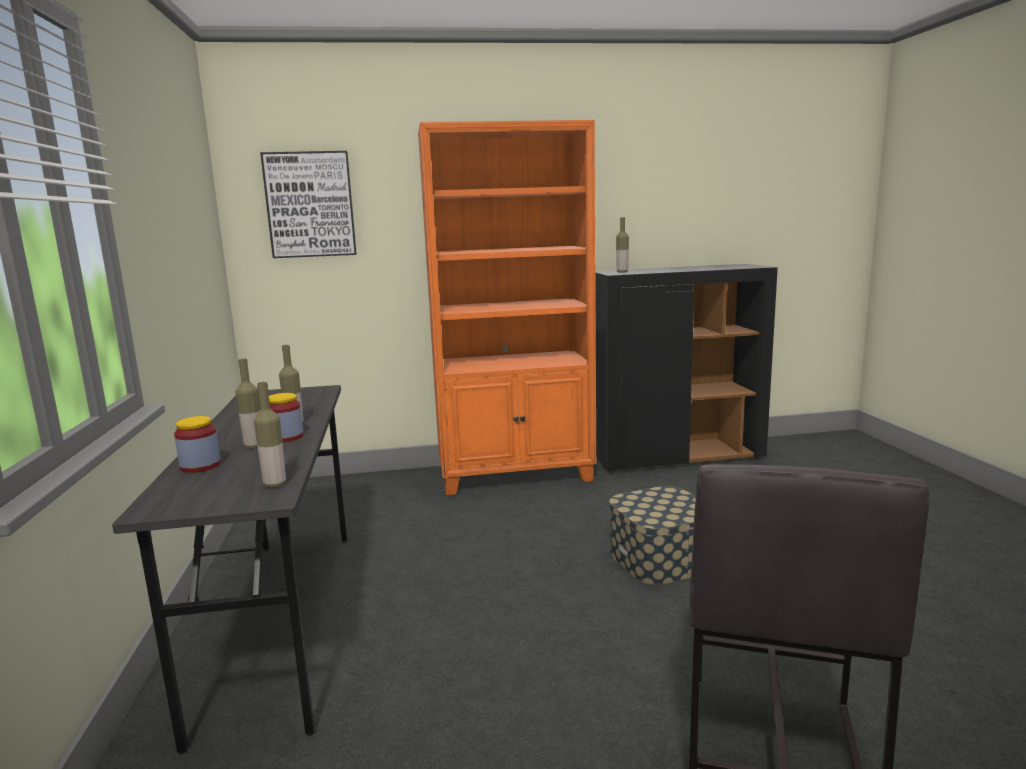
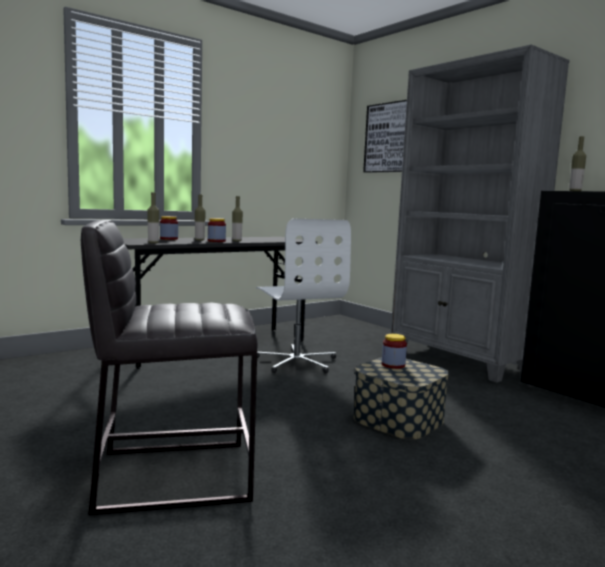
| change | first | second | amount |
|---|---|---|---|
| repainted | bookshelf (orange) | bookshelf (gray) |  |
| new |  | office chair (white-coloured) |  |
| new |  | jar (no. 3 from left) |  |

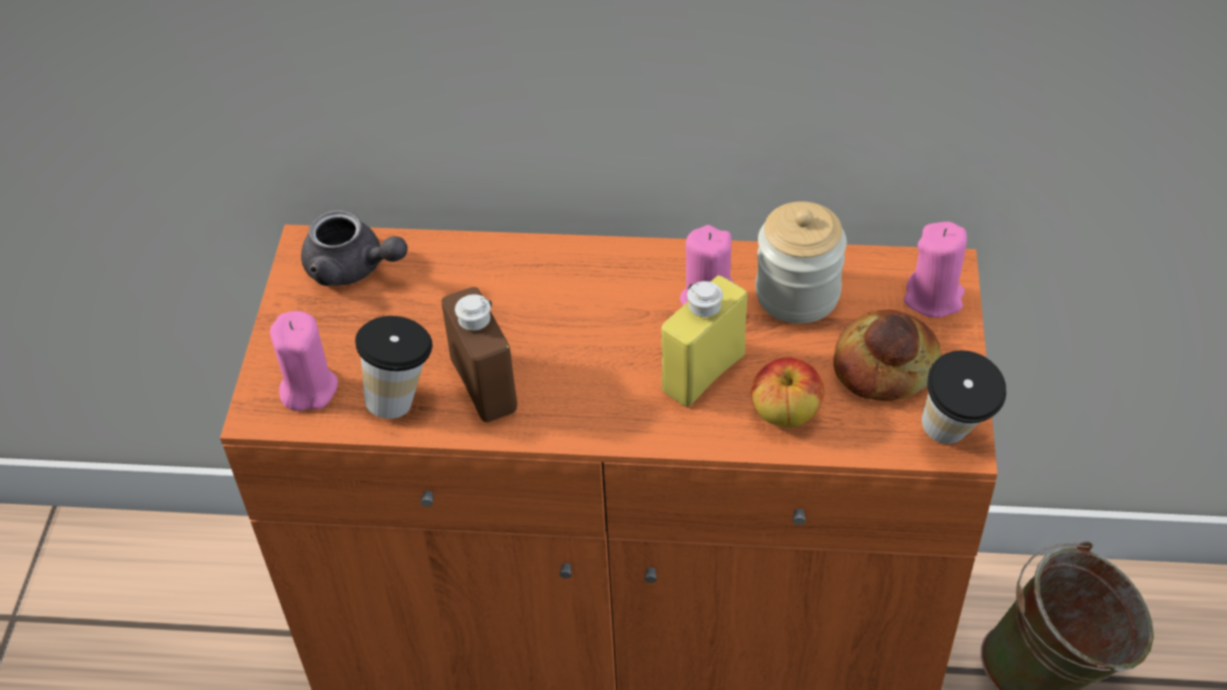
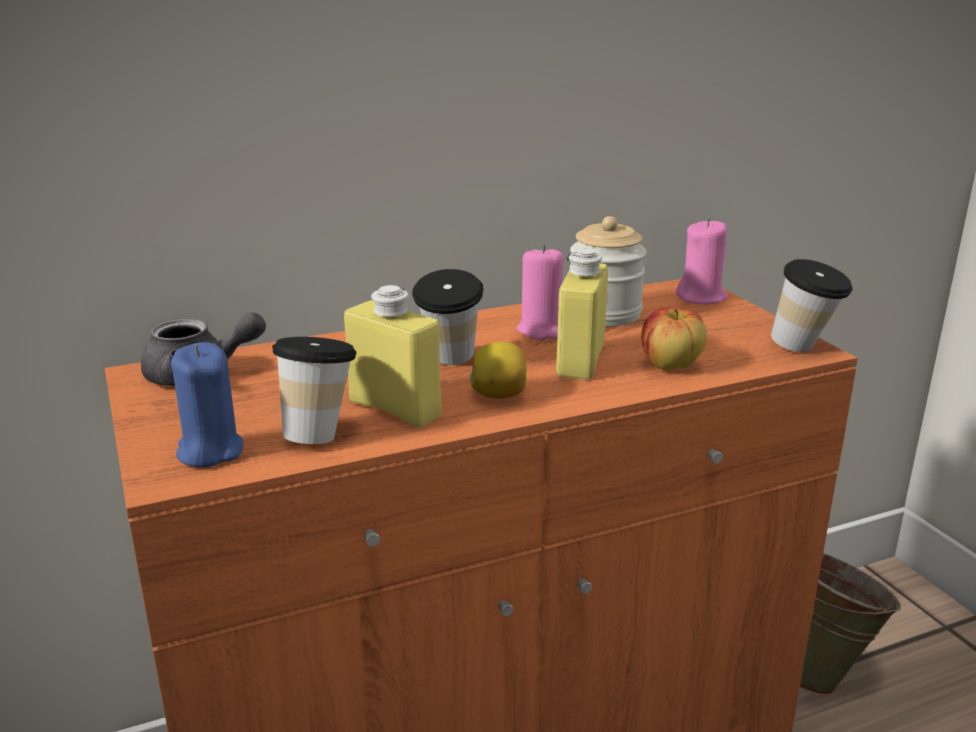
| change | first | second | amount |
|---|---|---|---|
| repainted | beverage bottle (brownish) | beverage bottle (yellow) (no. 1 from left) |  |
| gone | bakery bread |  |  |
| repainted | candle (pink-coloured) (no. 1 from left) | candle (blue) |  |
| new |  | cup (no. 2 from left) |  |
| new |  | whole lemon |  |

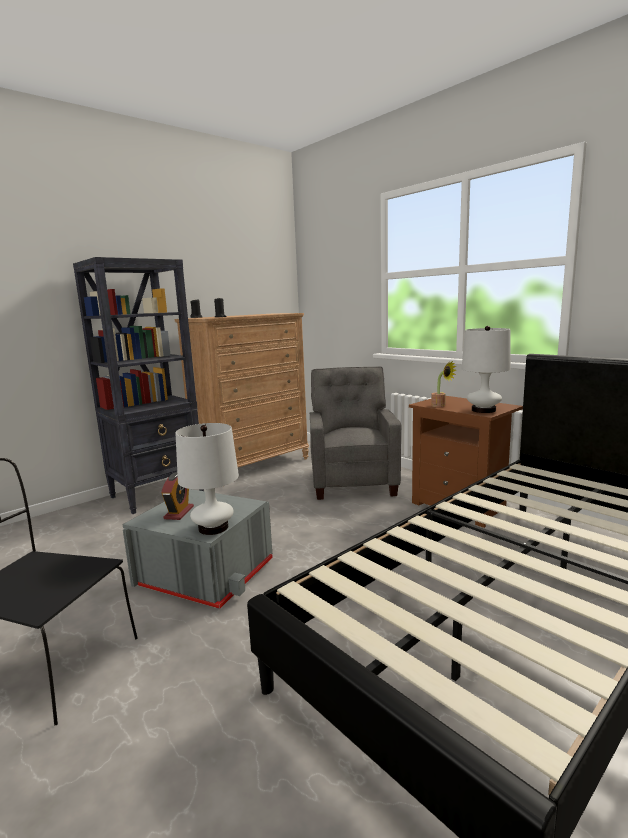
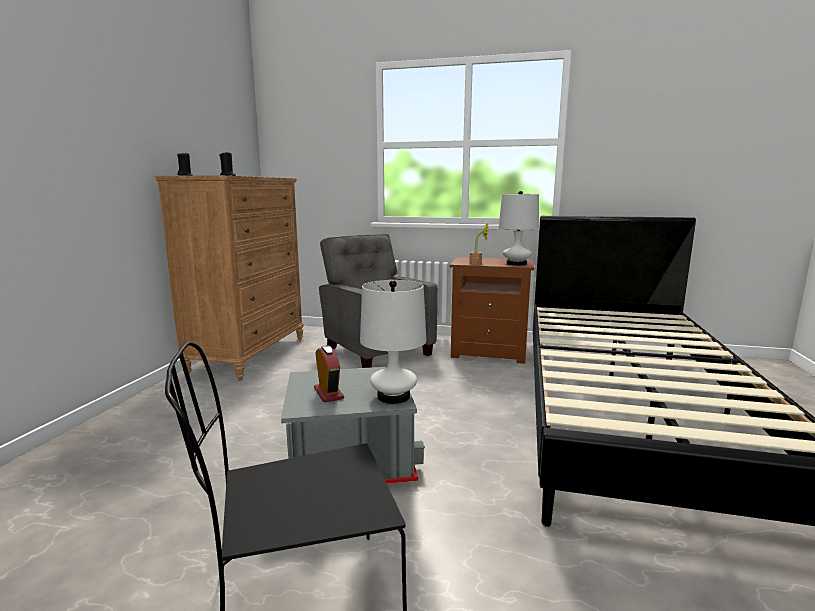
| change | first | second | amount |
|---|---|---|---|
| gone | bookshelf (black) |  |  |

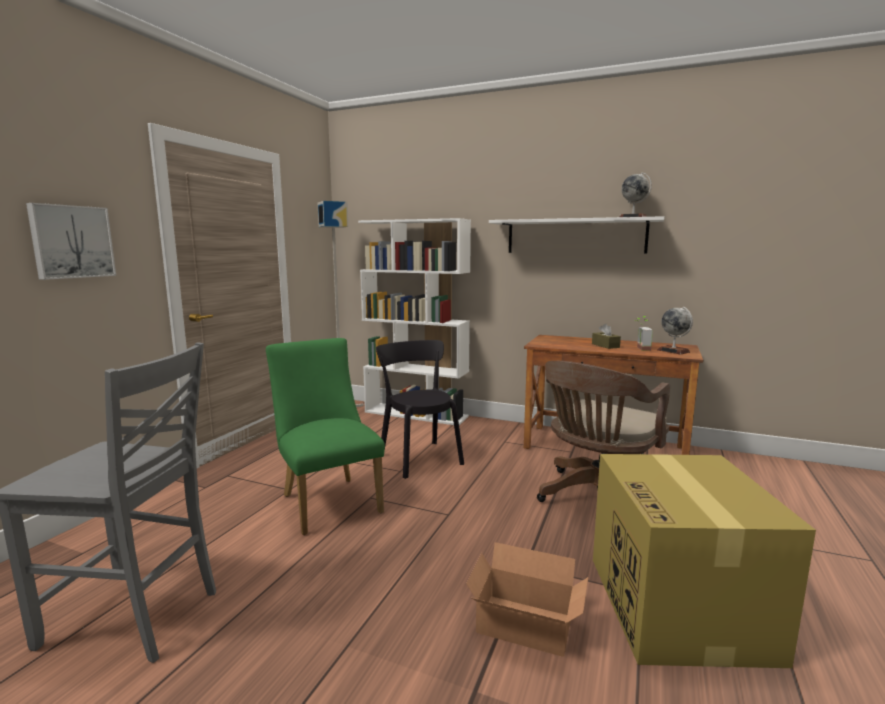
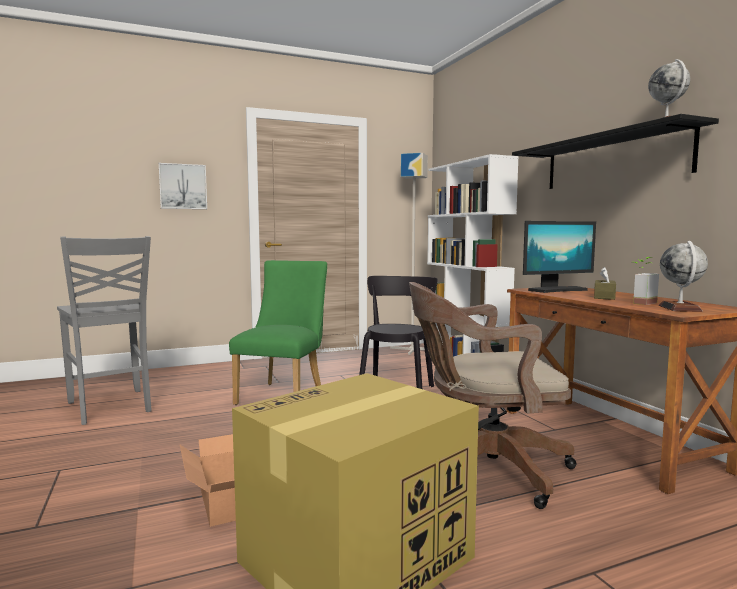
| change | first | second | amount |
|---|---|---|---|
| repainted | shelf (white-coloured) | shelf (black) |  |
| new |  | computer display |  |

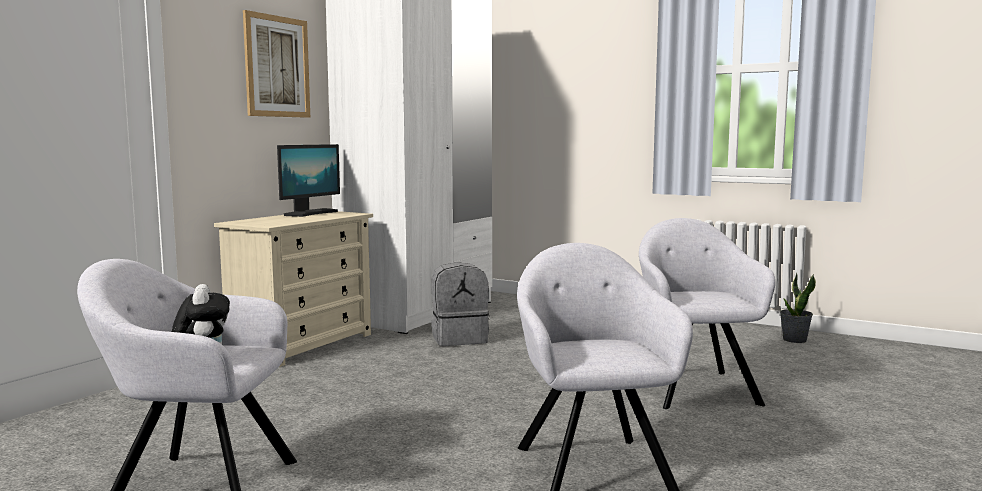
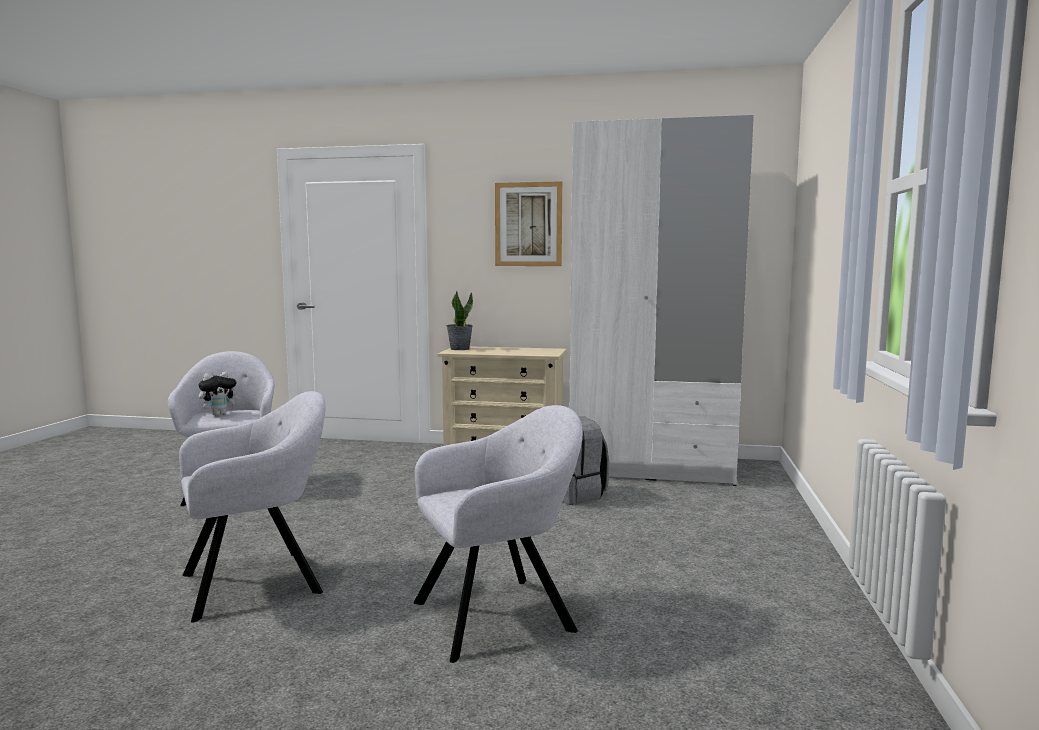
| change | first | second | amount |
|---|---|---|---|
| gone | computer display |  |  |
| shifted | potted plant |  |  |

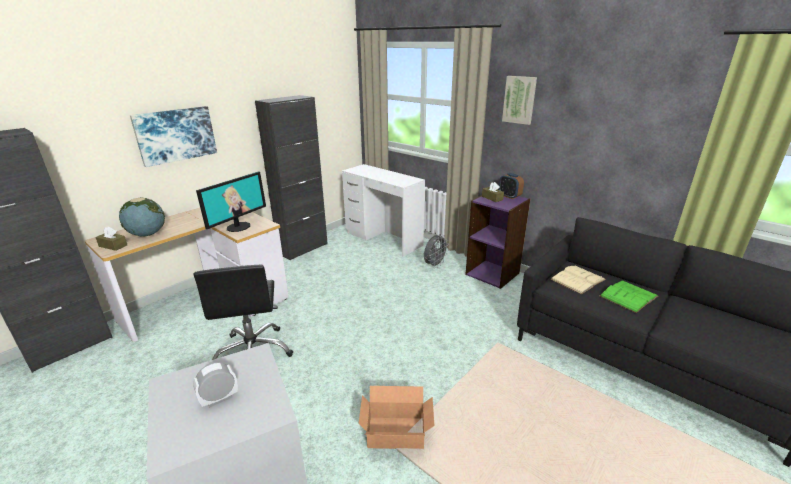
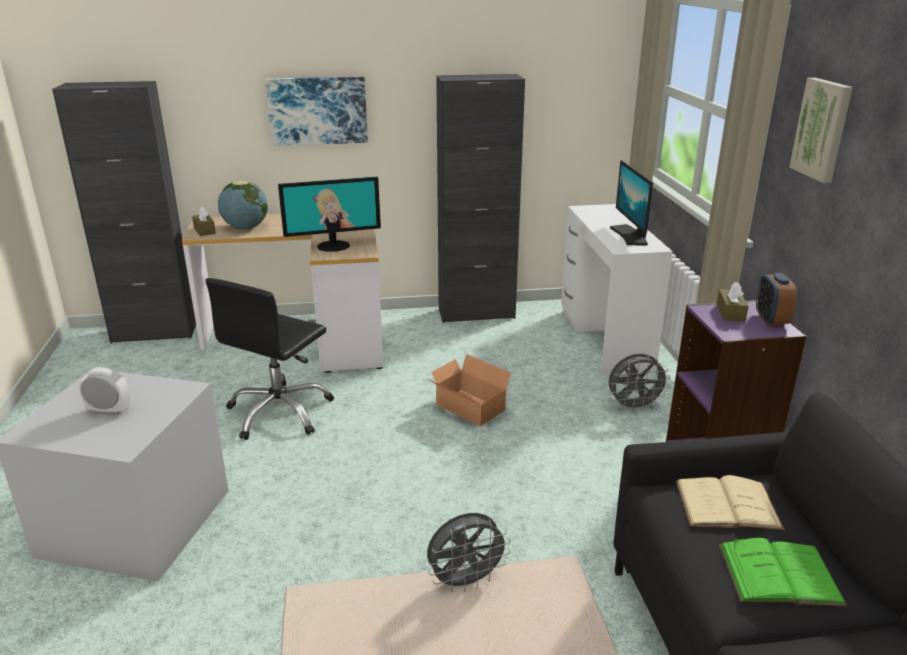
| change | first | second | amount |
|---|---|---|---|
| shifted | carton |  |  |
| new |  | computer display (no. 2 from left) |  |
| new |  | fan (gray) (no. 1 from left) |  |

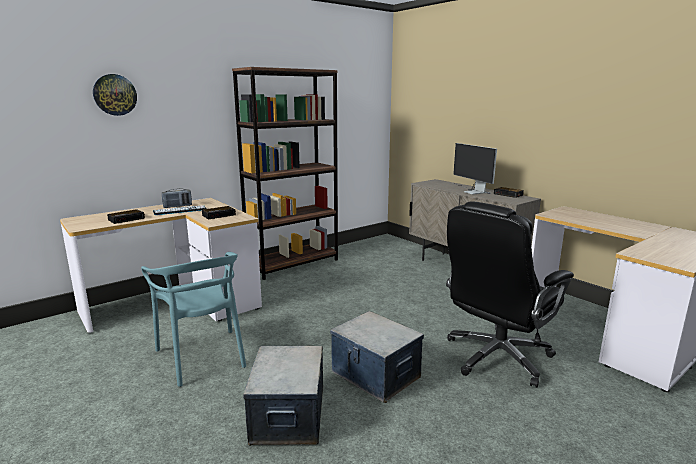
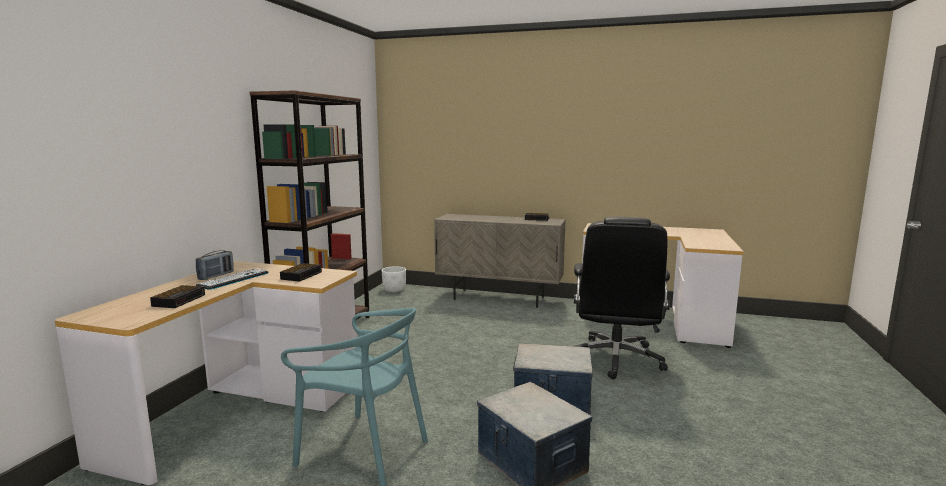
| change | first | second | amount |
|---|---|---|---|
| gone | clock on the wall |  |  |
| gone | computer display |  |  |
| new |  | planter (white-coloured) |  |

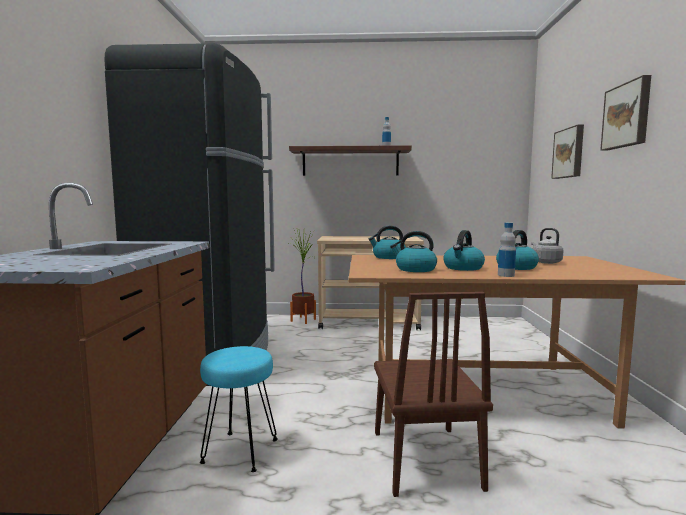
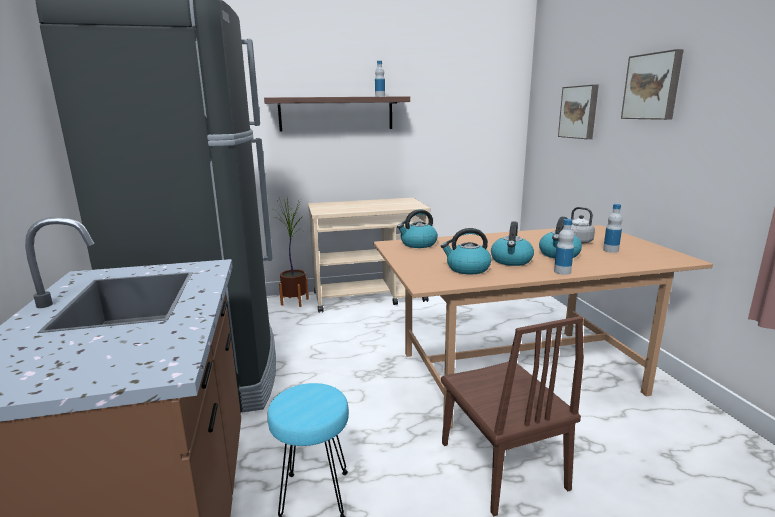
| change | first | second | amount |
|---|---|---|---|
| new |  | beverage bottle (no. 3 from left) |  |

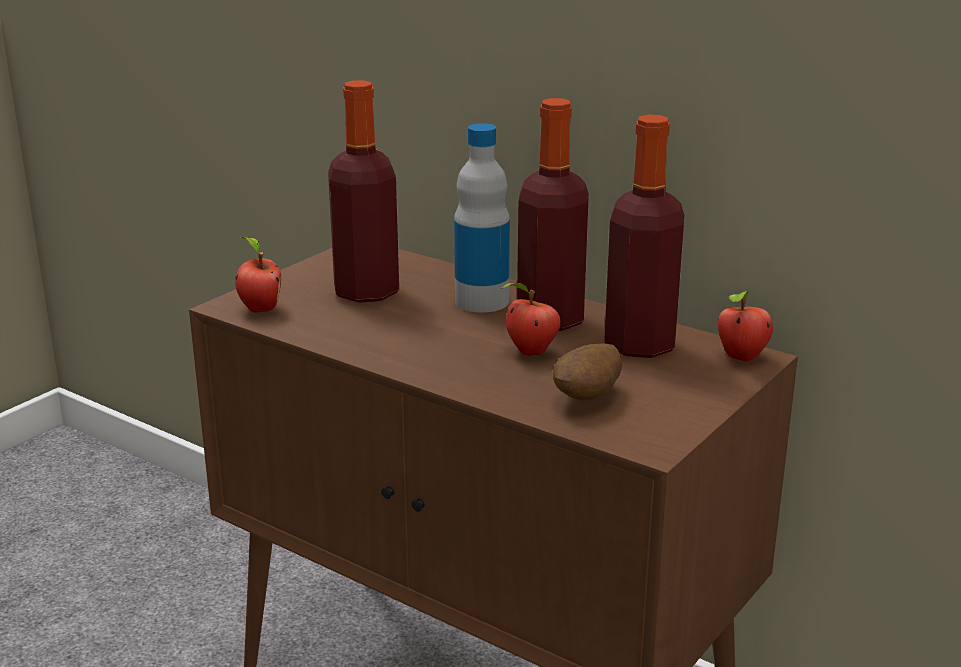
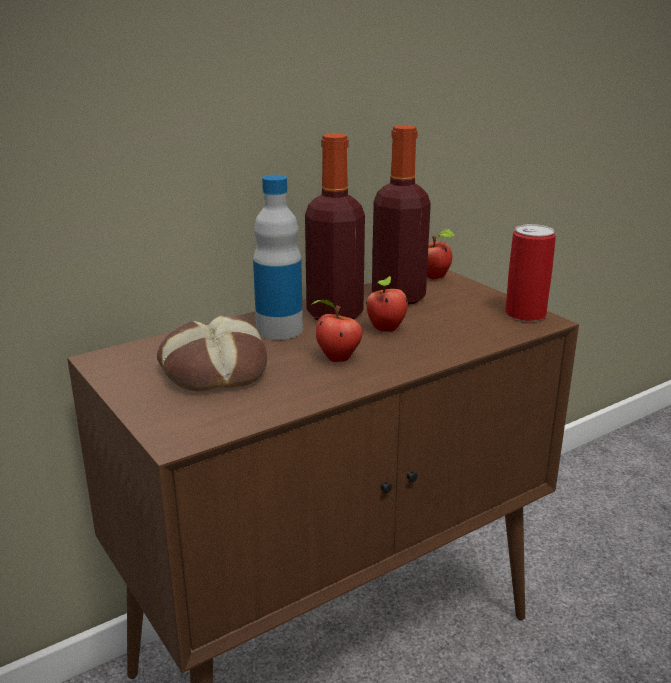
| change | first | second | amount |
|---|---|---|---|
| swapped | beverage bottle (no. 1 from left) | bakery bread |  |
| shifted | apple fruit (no. 1 from left) |  |  |
| gone | spud |  |  |
| new |  | metal can |  |

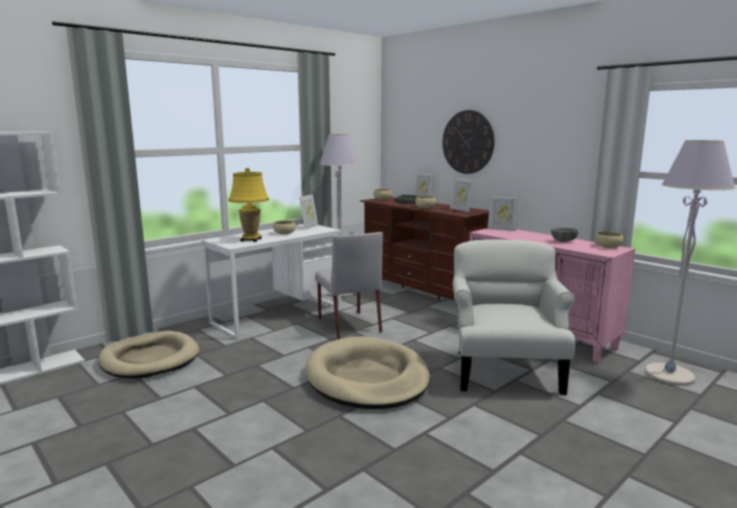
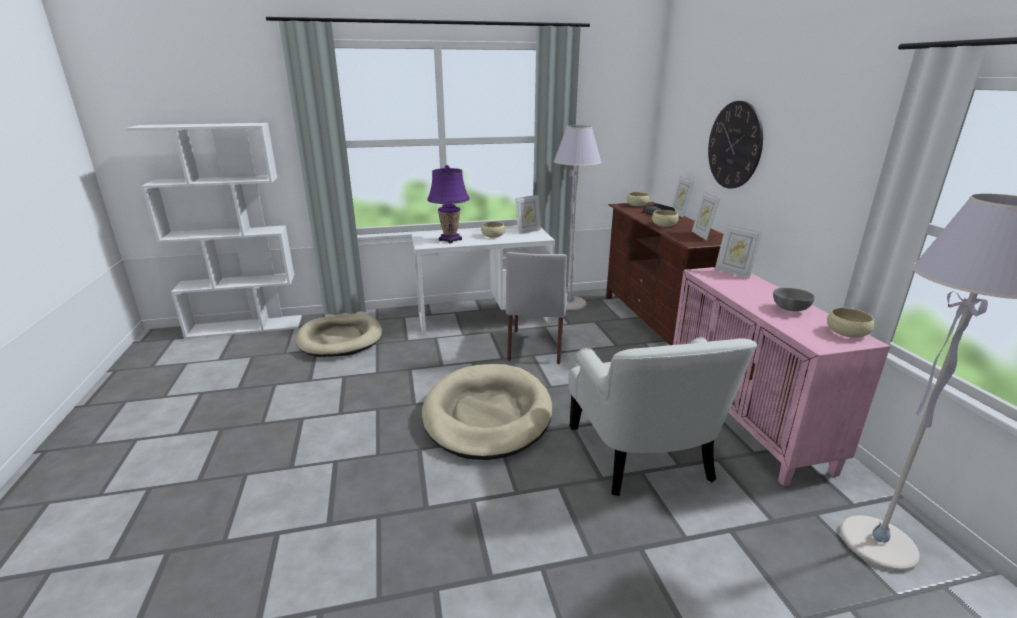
| change | first | second | amount |
|---|---|---|---|
| repainted | table lamp (yellow) | table lamp (purplish) |  |
| rotated | lounge chair (white-coloured) |  | 135 degrees clockwise |

